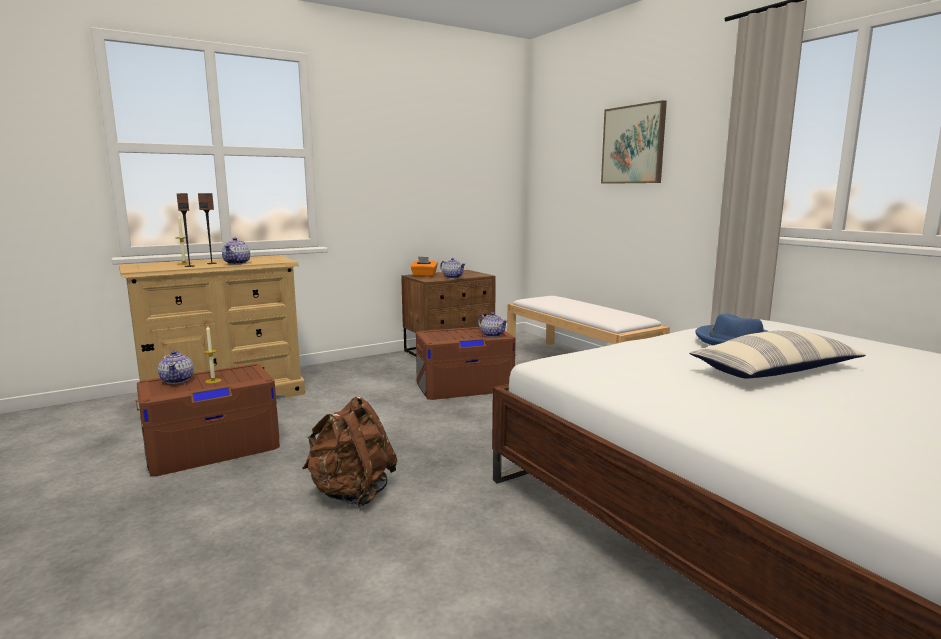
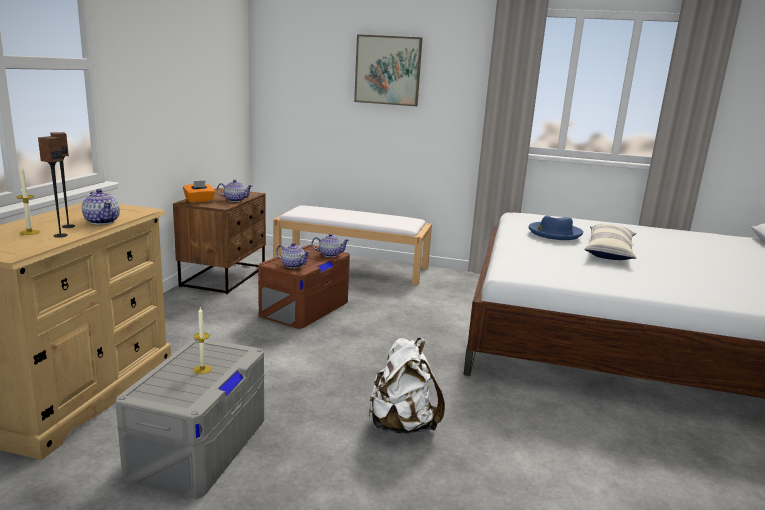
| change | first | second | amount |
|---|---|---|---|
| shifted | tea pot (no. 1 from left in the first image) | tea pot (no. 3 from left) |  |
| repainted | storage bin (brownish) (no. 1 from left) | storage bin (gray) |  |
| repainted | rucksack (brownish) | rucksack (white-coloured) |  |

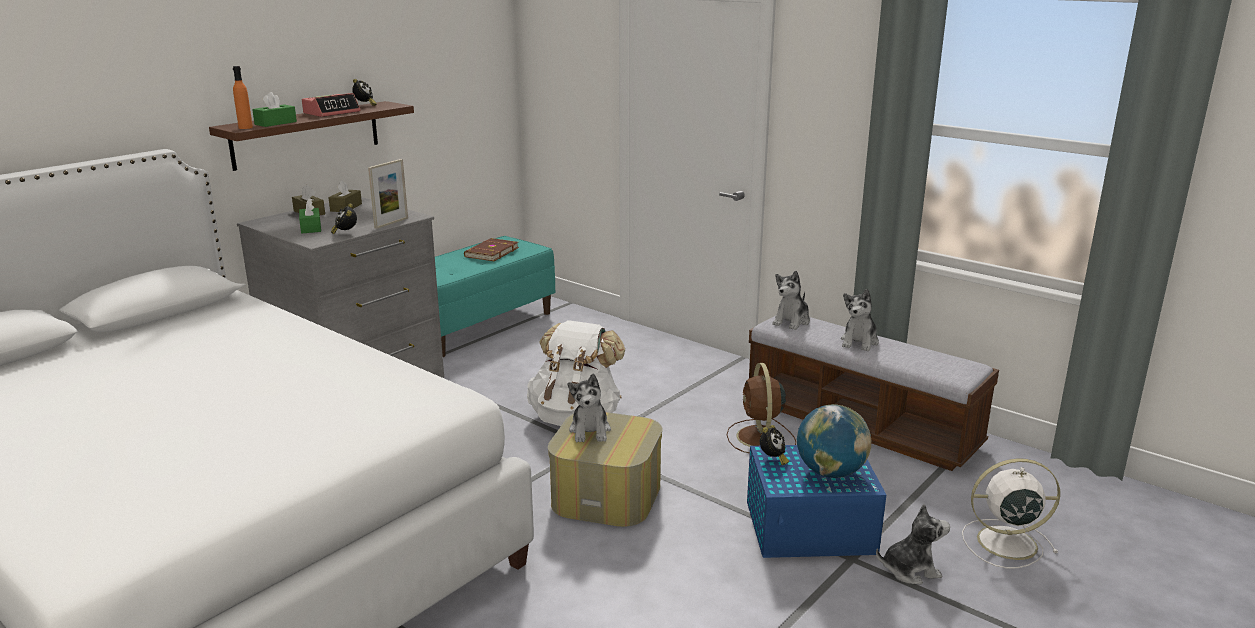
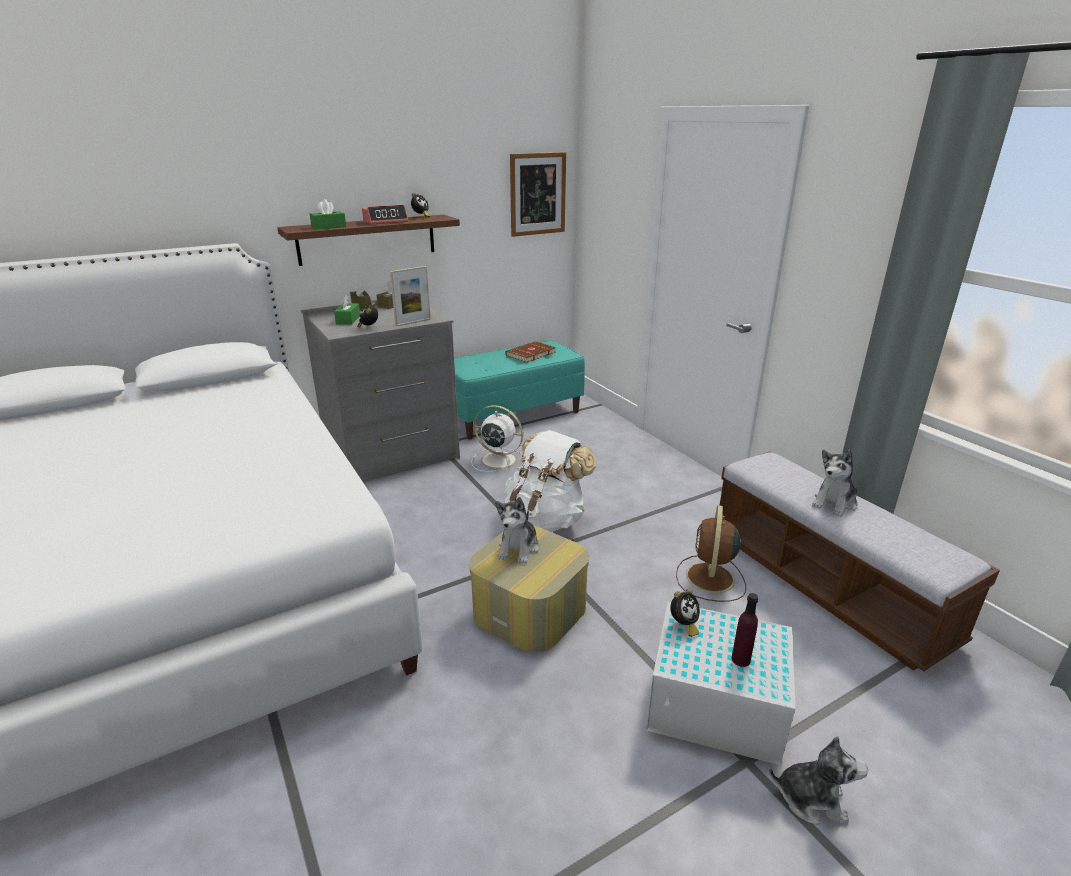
| change | first | second | amount |
|---|---|---|---|
| gone | beverage bottle (orange) |  |  |
| gone | cuddly toy (no. 2 from left) |  |  |
| swapped | globe | beverage bottle (purplish) |  |
| repainted | storage bin (blue) | storage bin (white-coloured) |  |
| shifted | fan (white-coloured) |  |  |
| new |  | picture |  |

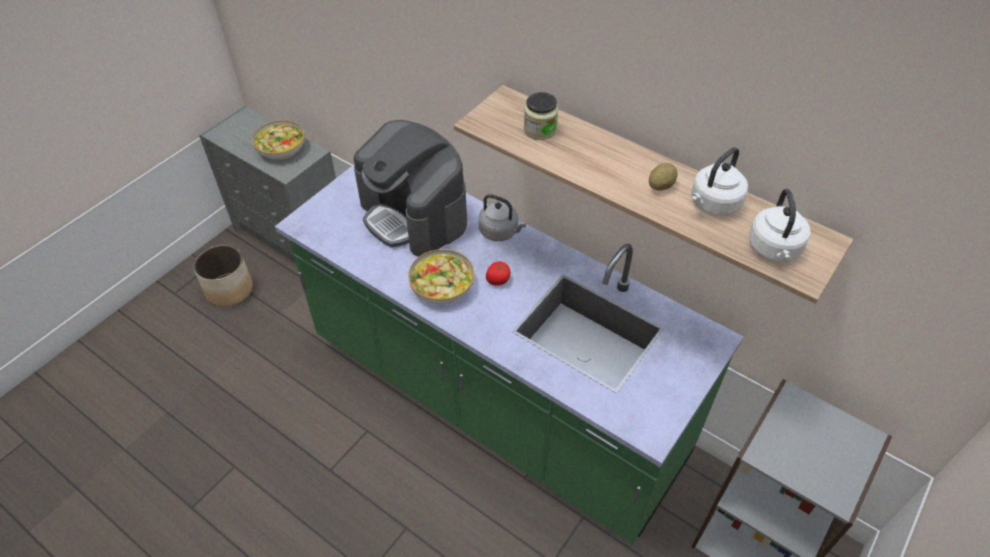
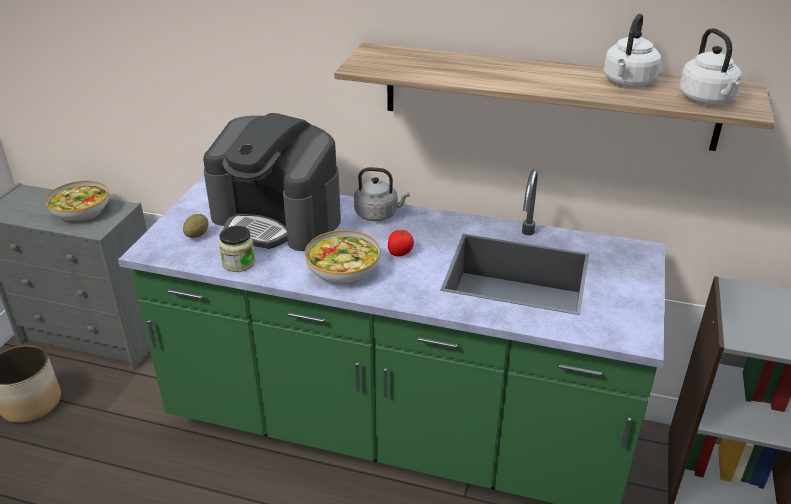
| change | first | second | amount |
|---|---|---|---|
| shifted | jar |  |  |
| shifted | spud |  |  |

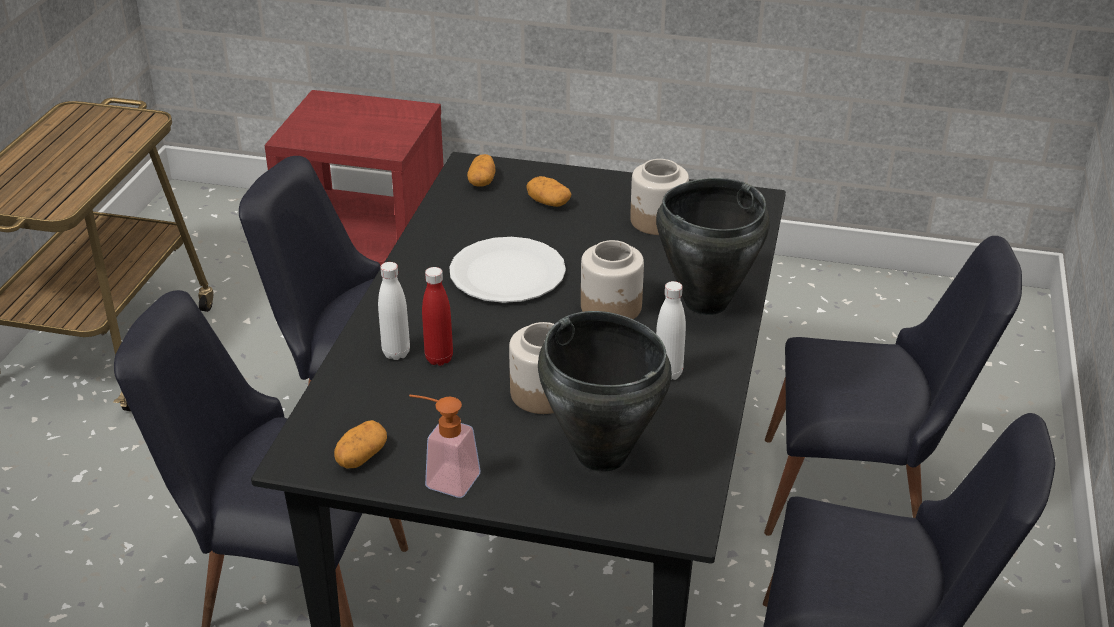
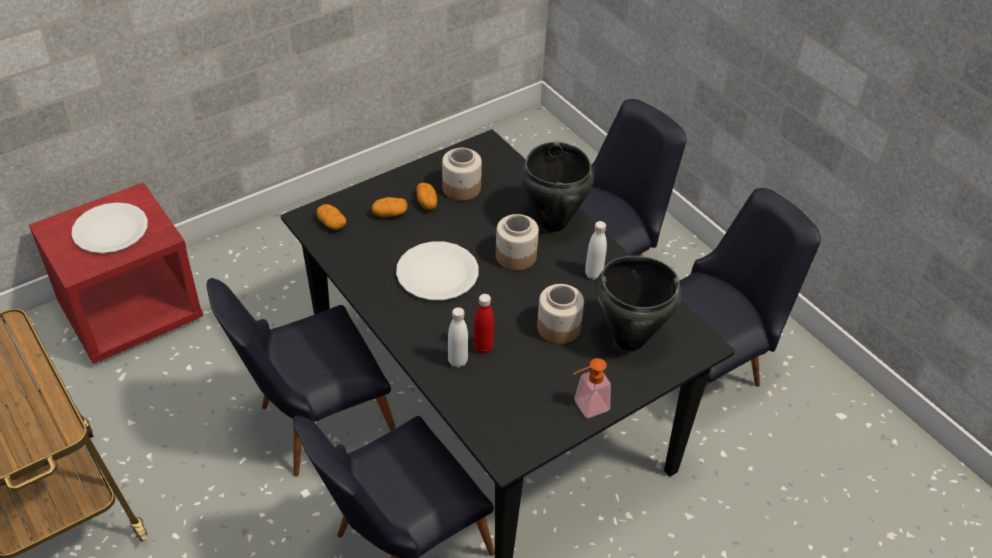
| change | first | second | amount |
|---|---|---|---|
| shifted | spud (no. 1 from left in the first image) | spud (no. 3 from left) |  |
| new |  | dinner plate (white-coloured) (no. 1 from left) |  |

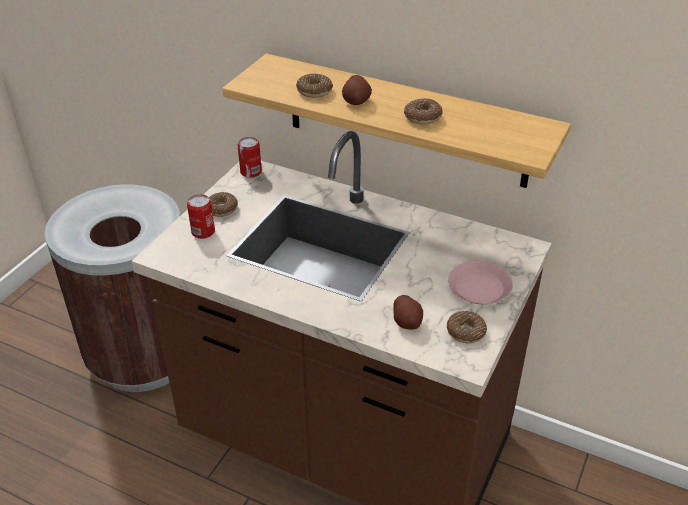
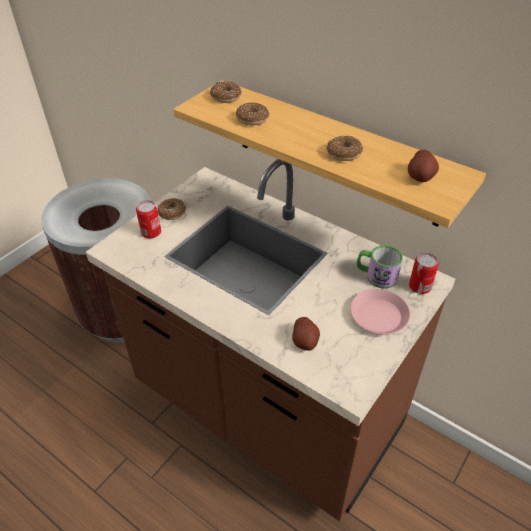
| change | first | second | amount |
|---|---|---|---|
| shifted | spud (no. 1 from left in the first image) | spud (no. 2 from left) |  |
| shifted | metal can (no. 2 from left) |  |  |
| shifted | doughnut (no. 4 from left in the first image) | doughnut (no. 2 from left) |  |
| new |  | coffee mug |  |

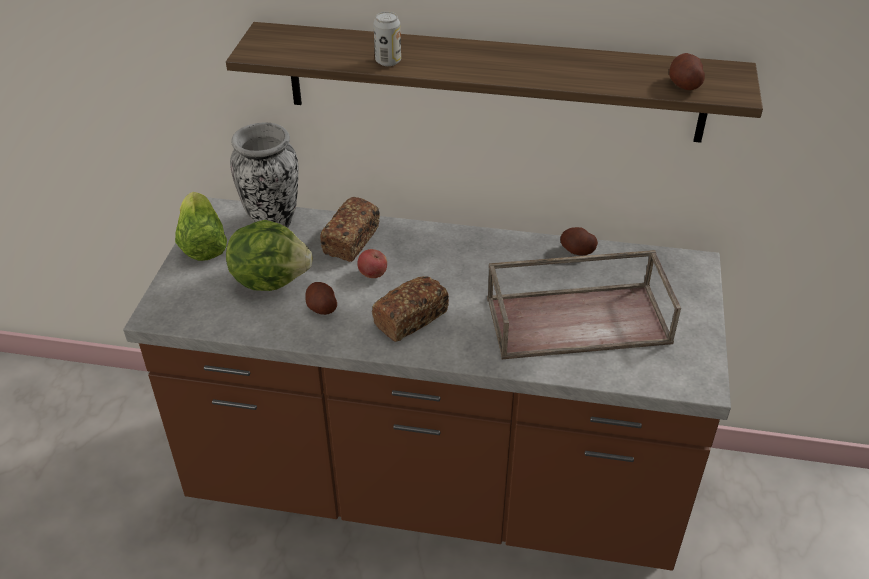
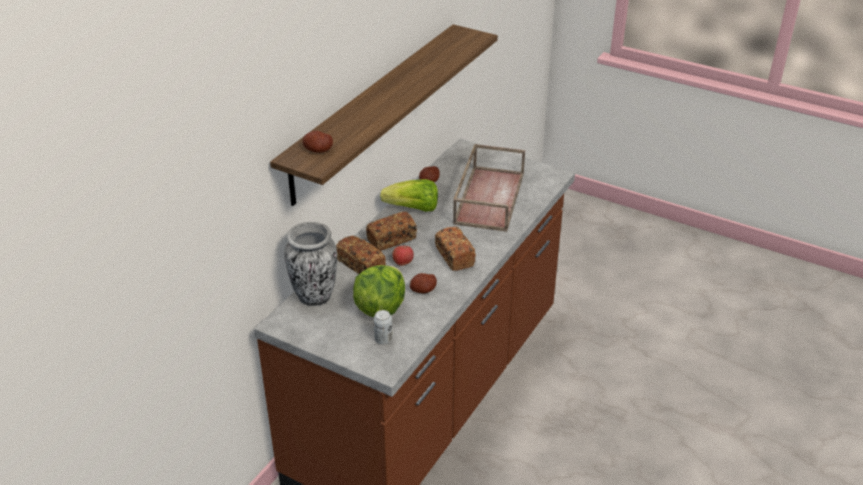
| change | first | second | amount |
|---|---|---|---|
| shifted | metal can |  |  |
| shifted | spud (no. 3 from left in the first image) | spud (no. 1 from left) |  |
| shifted | head of lettuce (no. 1 from left in the first image) | head of lettuce (no. 2 from left) |  |
| new |  | bakery bread (no. 2 from left) |  |

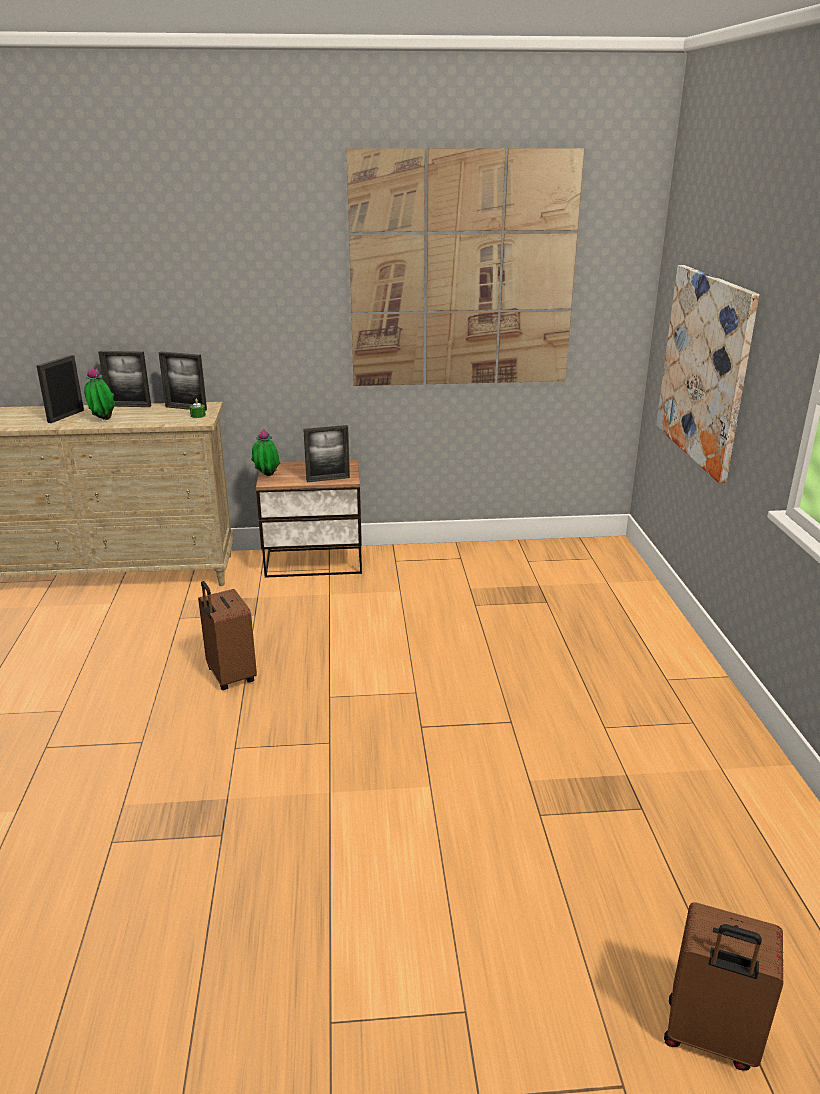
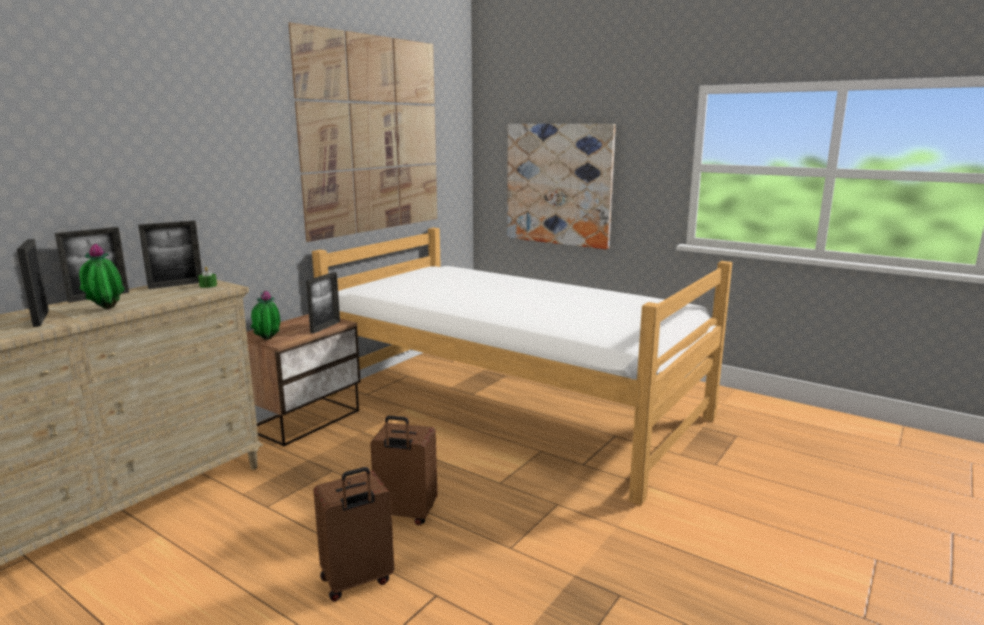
| change | first | second | amount |
|---|---|---|---|
| shifted | suitcase (brownish) (no. 2 from left in the first image) | suitcase (brownish) (no. 1 from left) |  |
| new |  | bed |  |

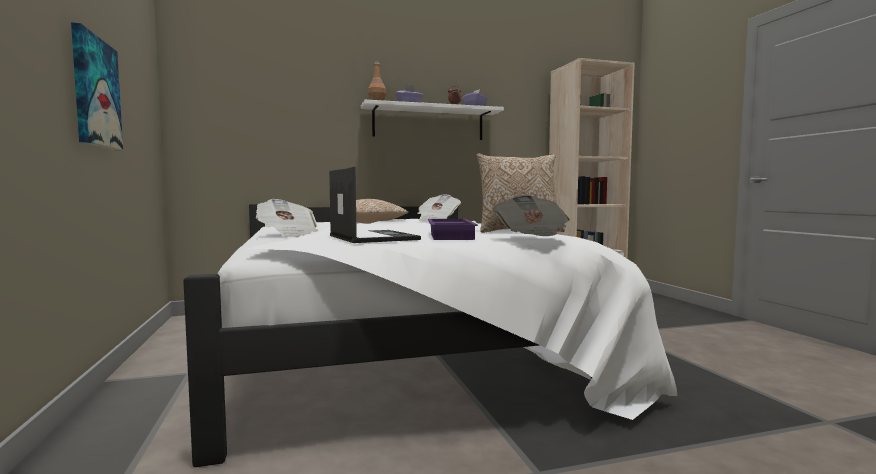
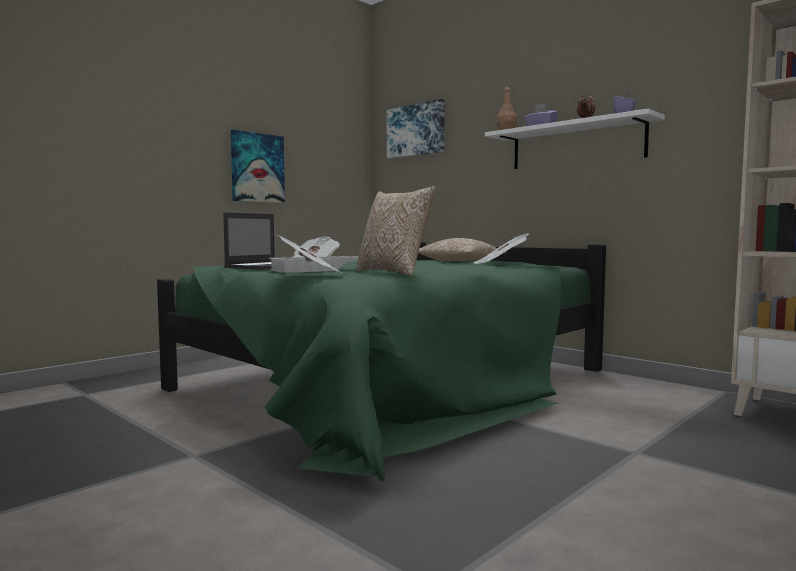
| change | first | second | amount |
|---|---|---|---|
| repainted | bed (white-coloured) | bed (greenish) |  |
| repainted | tray (purplish) | tray (white-coloured) |  |
| new |  | picture (no. 2 from left) |  |

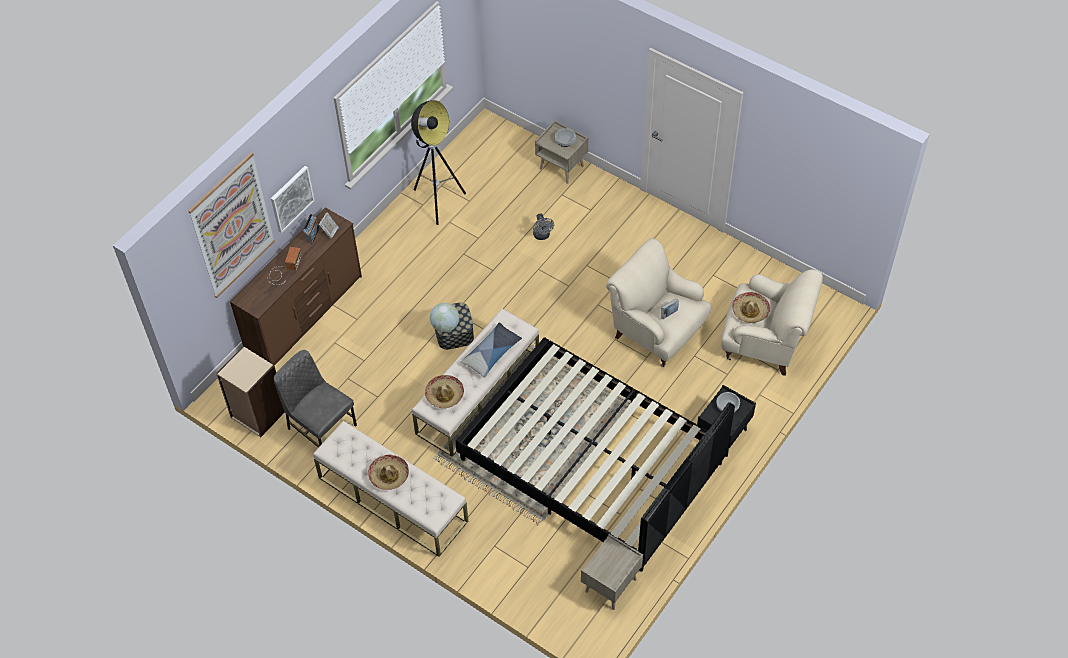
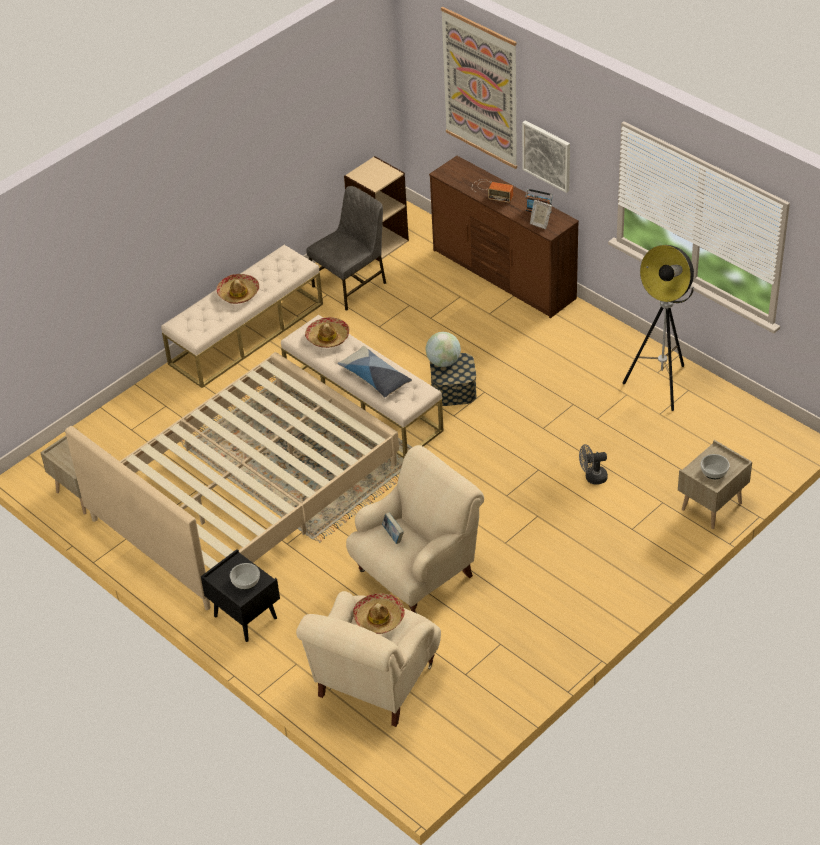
| change | first | second | amount |
|---|---|---|---|
| repainted | bed (black) | bed (beige) |  |

